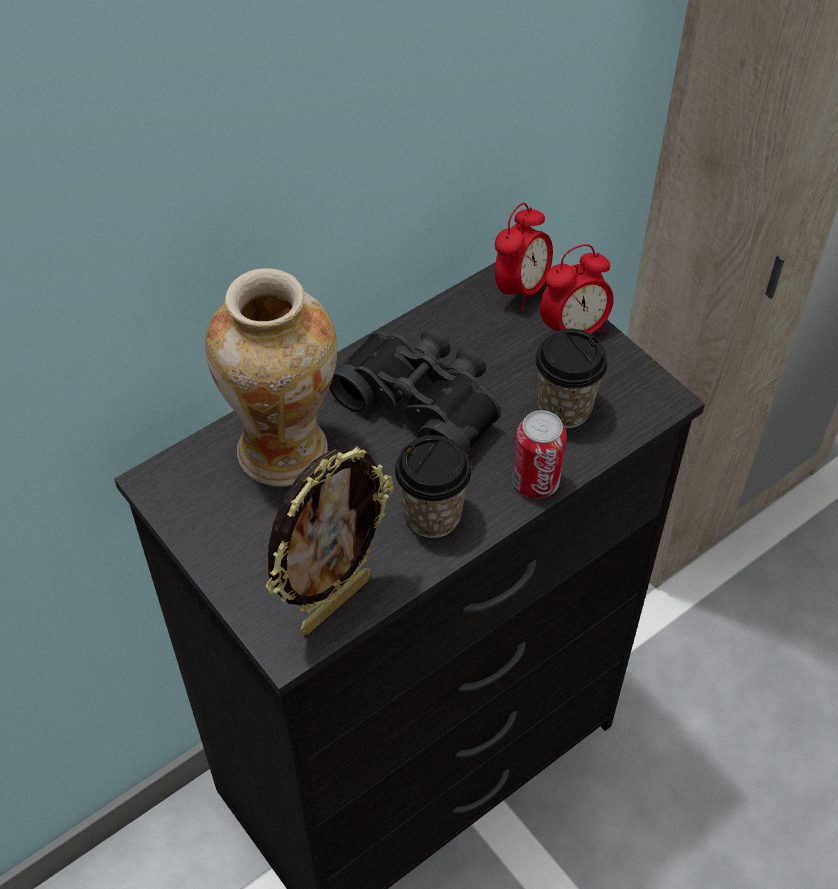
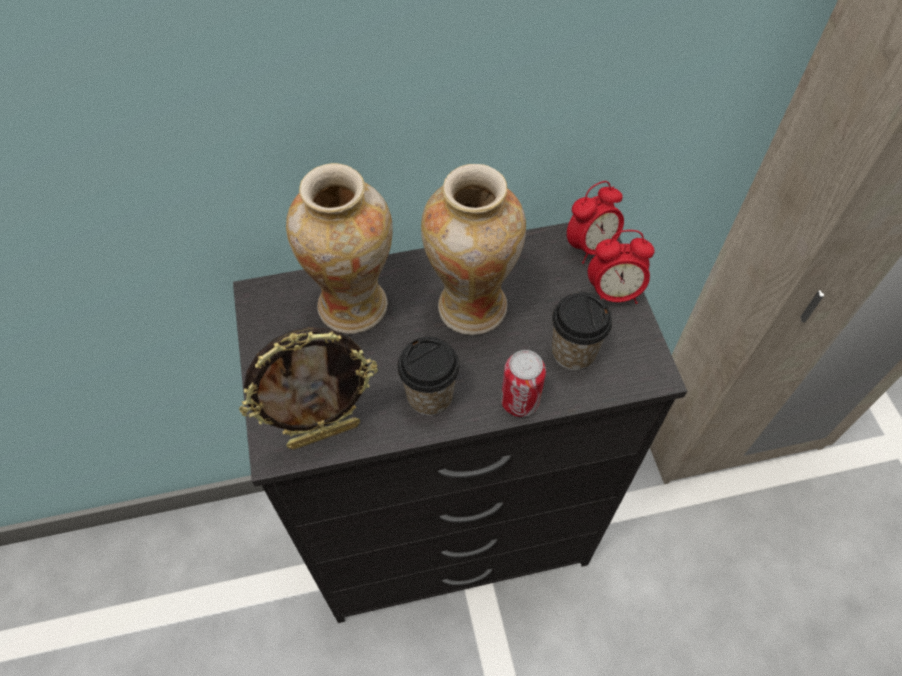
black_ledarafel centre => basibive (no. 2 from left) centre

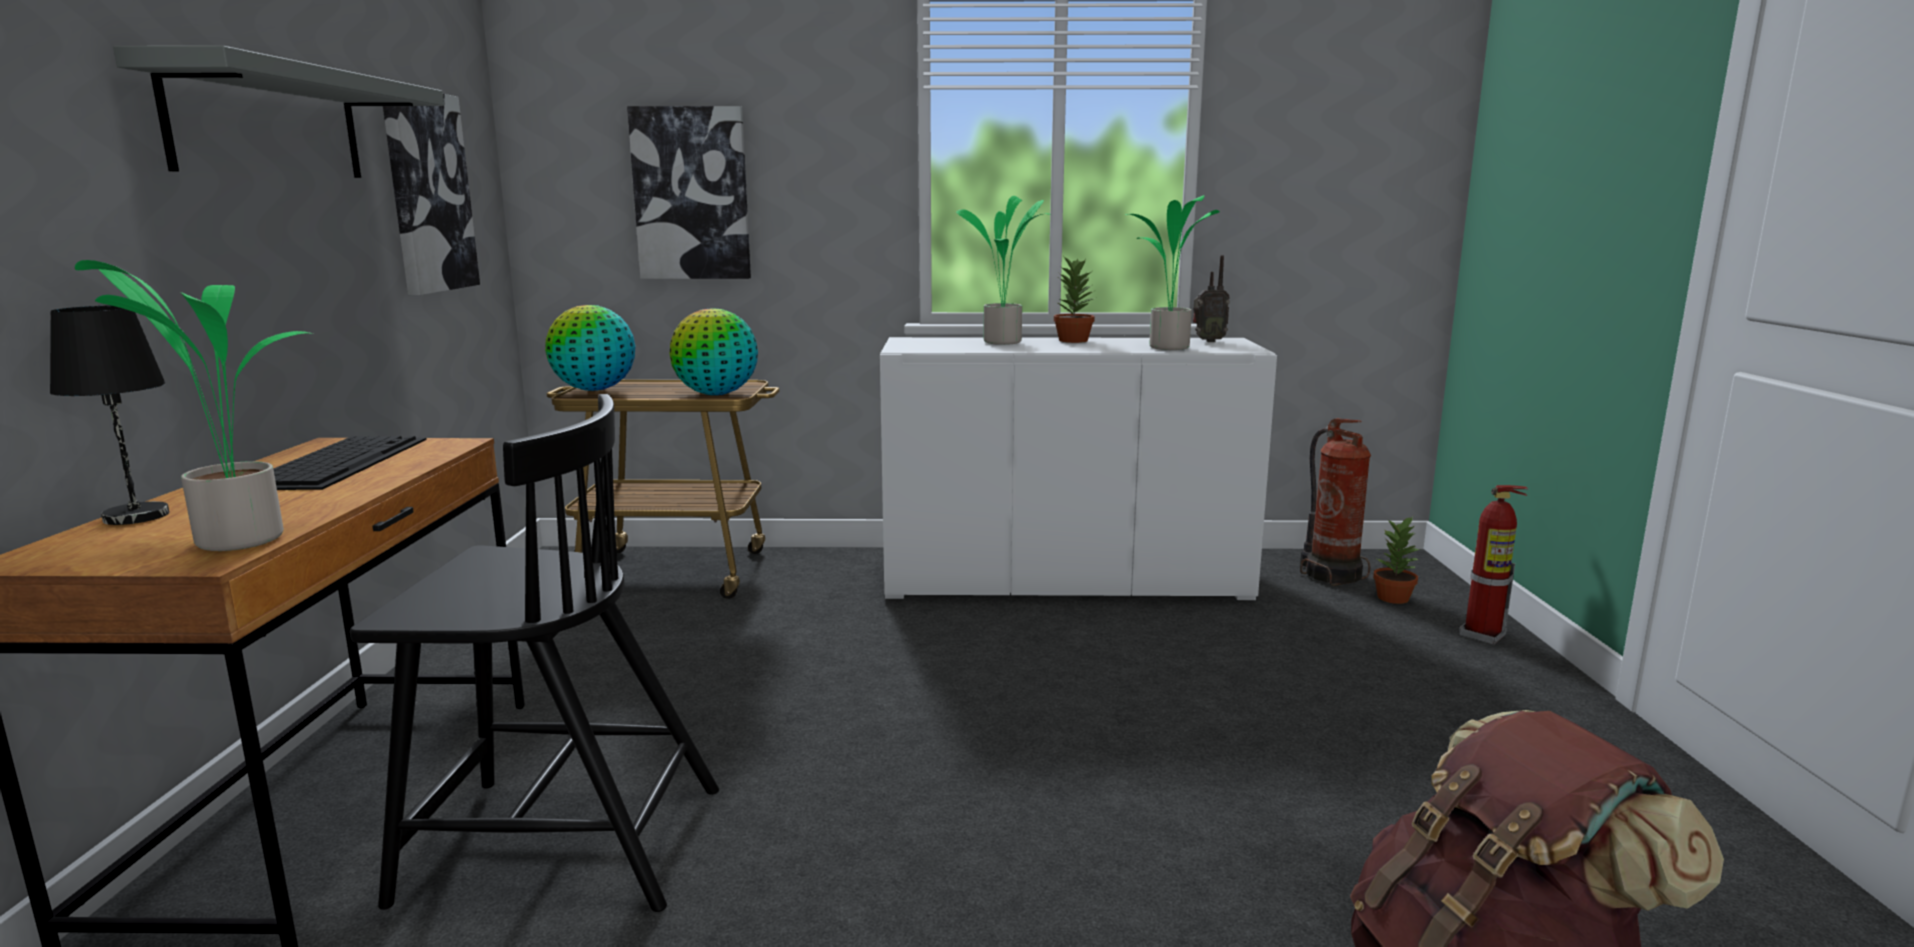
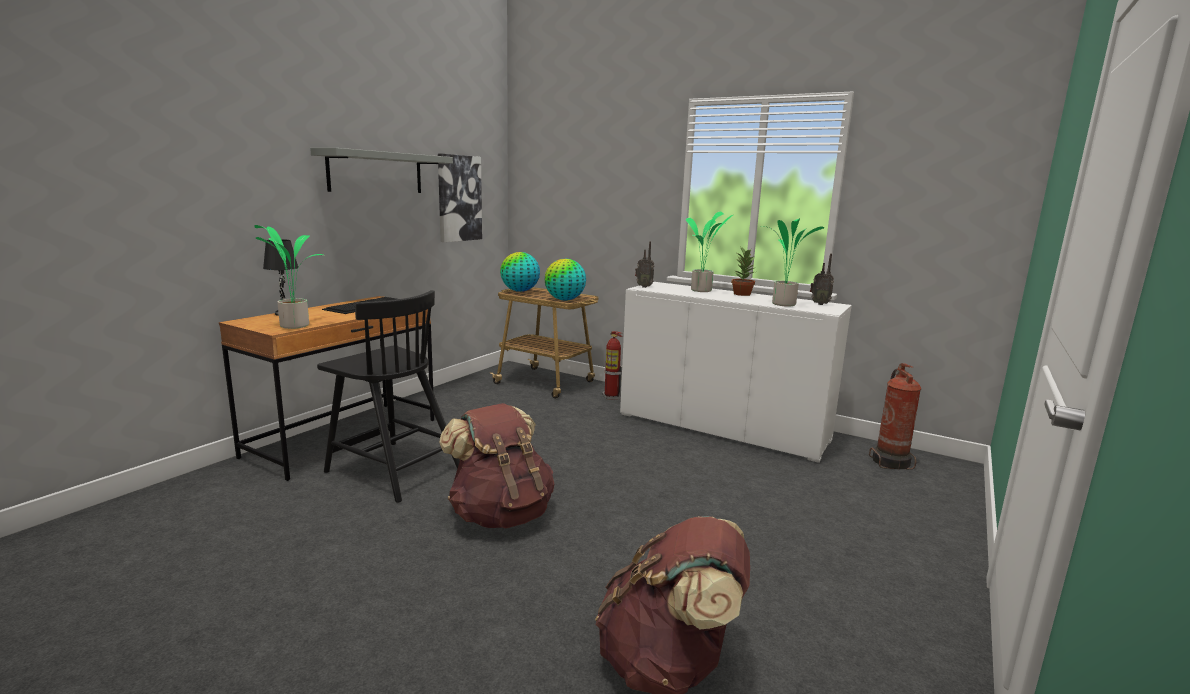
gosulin (no. 2 from left) top centre => nothing
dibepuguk (no. 2 from left in the first image) middle right => dibepuguk (no. 1 from left) centre, relocated
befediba (no. 5 from left) middle right => nothing
nothing => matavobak (no. 1 from left) centre
nothing => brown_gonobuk (no. 1 from left) bottom centre

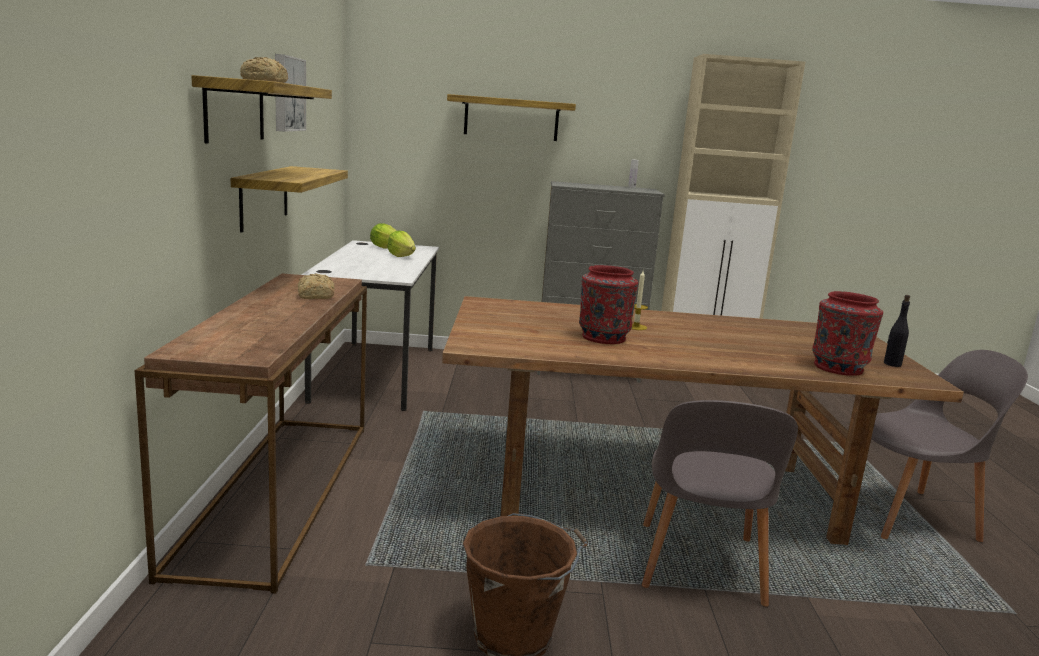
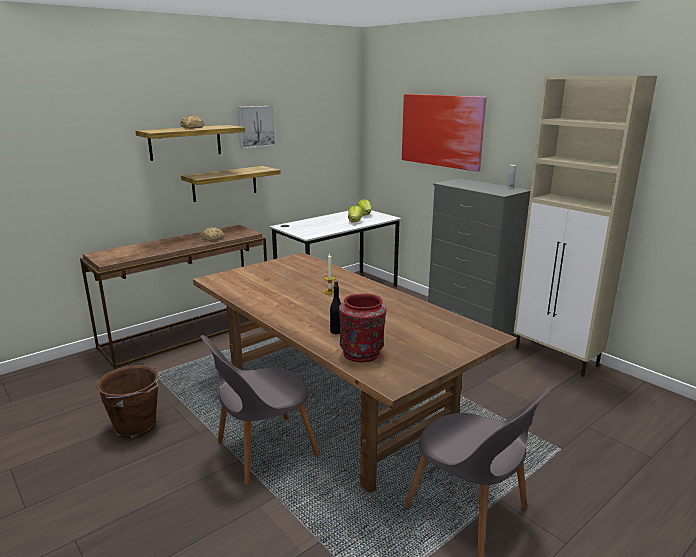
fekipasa (no. 3 from left) top centre => gosulin (no. 2 from left) top centre
red_basibive (no. 1 from left) centre => nothing
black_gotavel middle right => black_gotavel centre, relocated

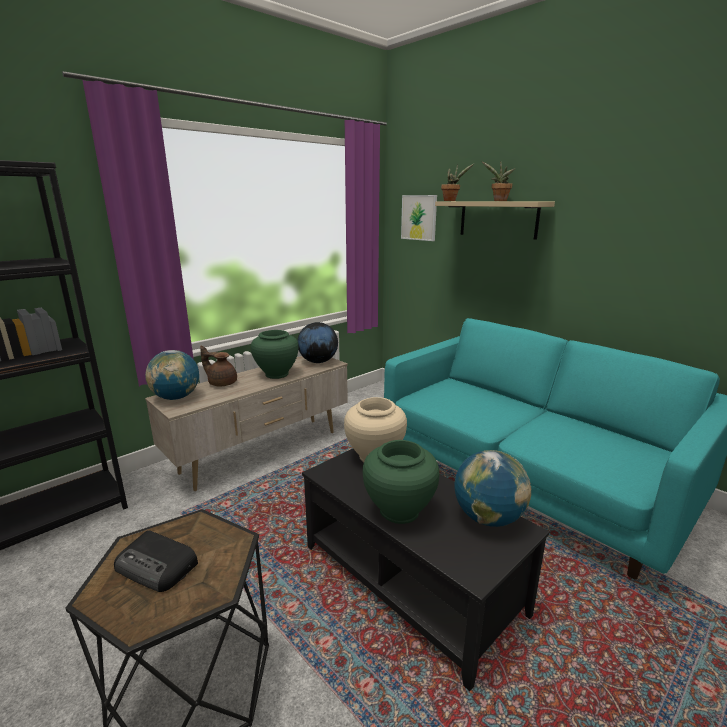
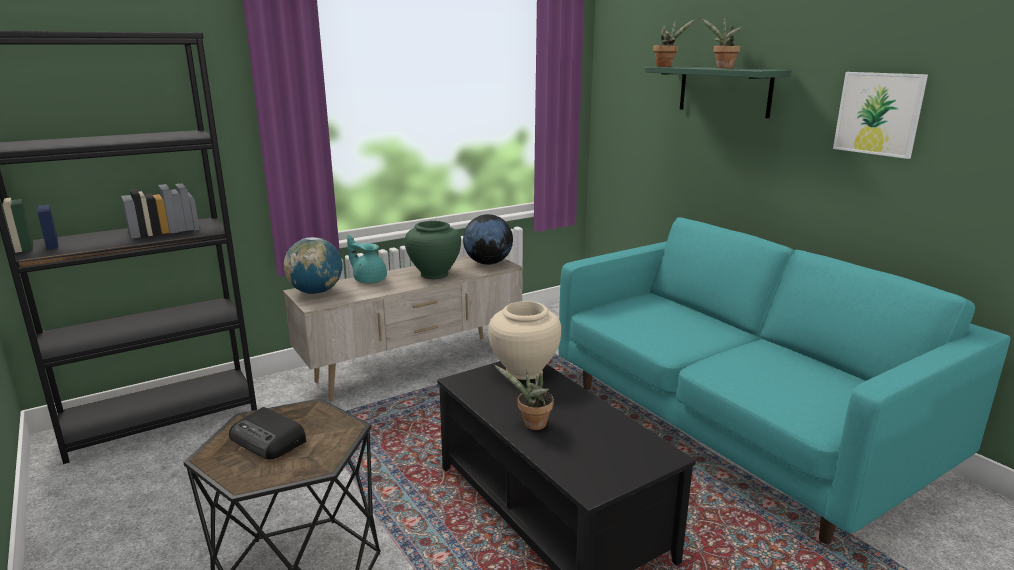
gosulin top centre => gosulin top right, relocated
beige_fekipasa top right => green_fekipasa top right
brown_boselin middle left => turquoise_boselin centre
green_basibive (no. 2 from left) centre => befediba (no. 1 from left) bottom centre
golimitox (no. 3 from left) bottom right => nothing

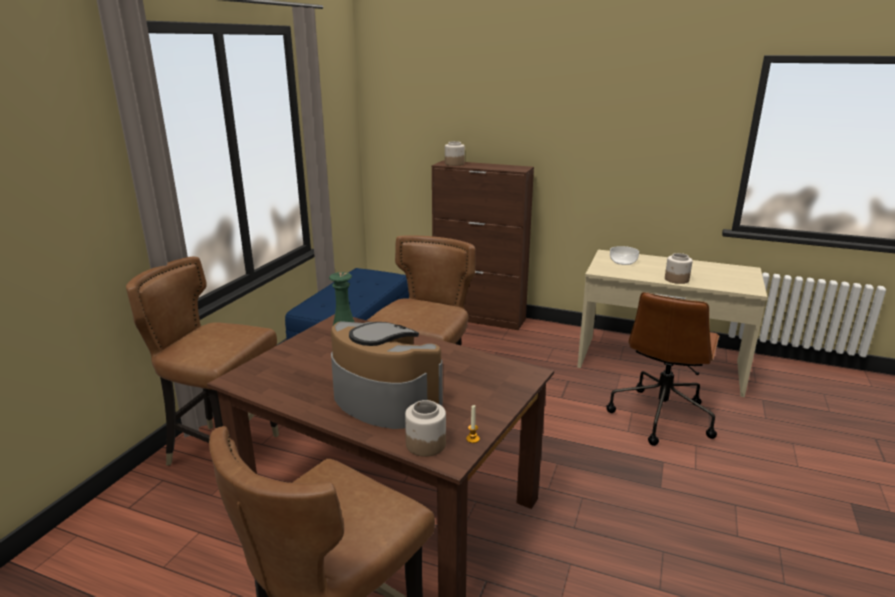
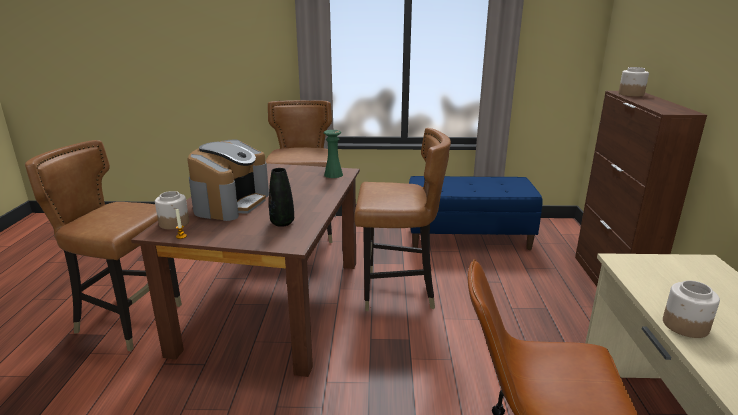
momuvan middle right => nothing
nothing => black_basibive centre

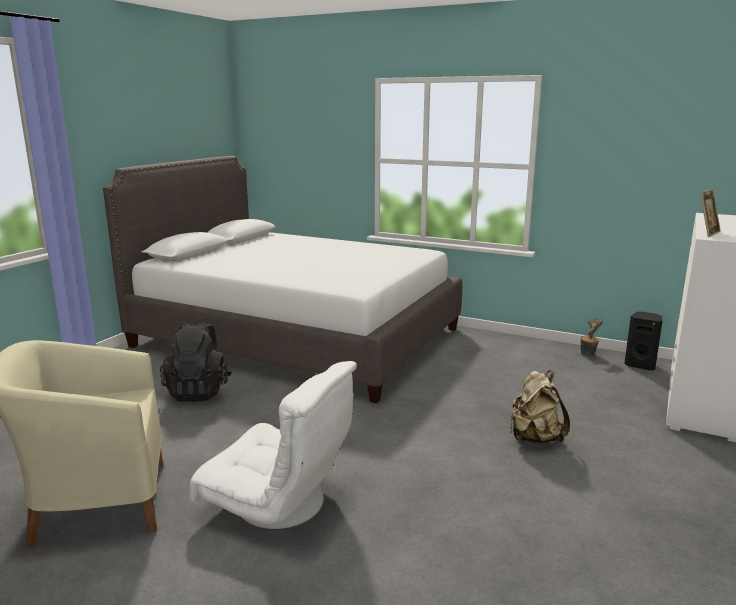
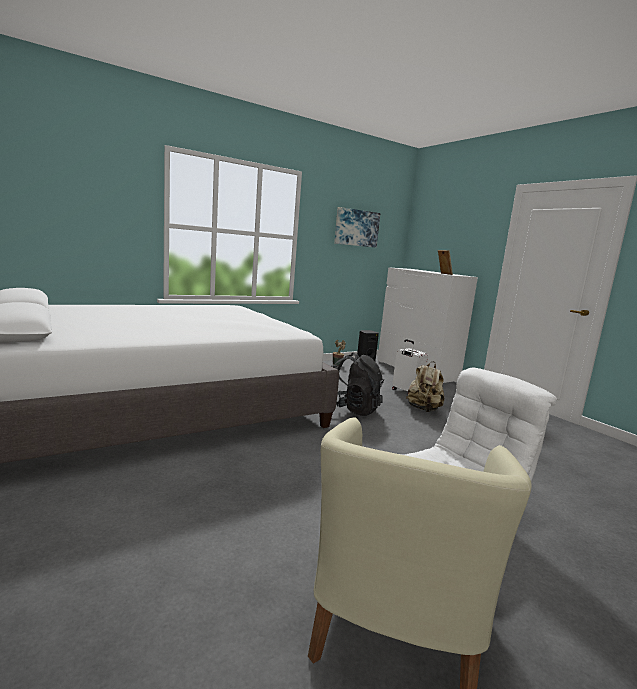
black_gonobuk middle left => black_gonobuk centre, relocated
nothing => gosulin top centre
nothing => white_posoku centre

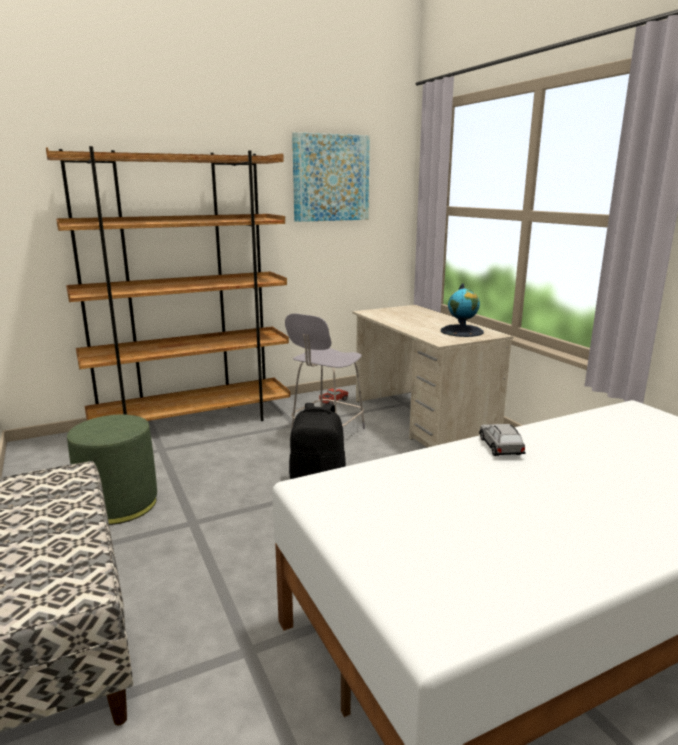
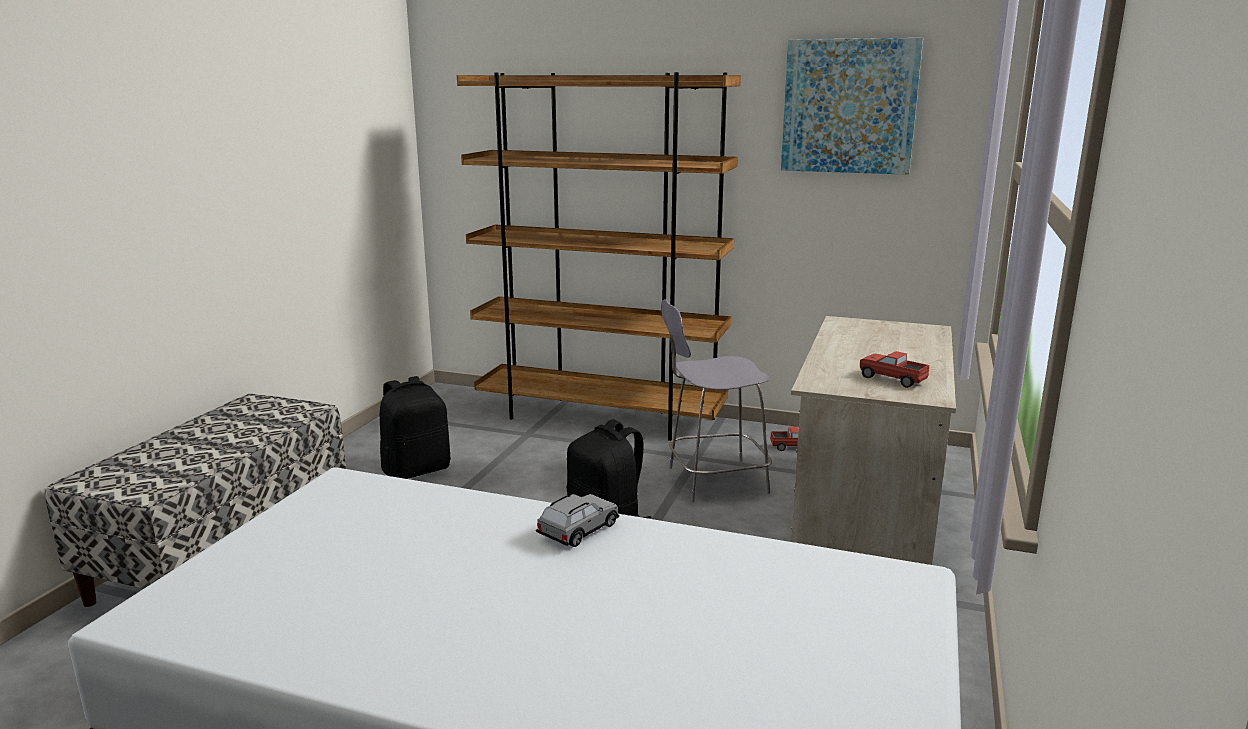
golimitox middle right => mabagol (no. 2 from left) middle right
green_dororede middle left => black_gonobuk (no. 1 from left) middle left

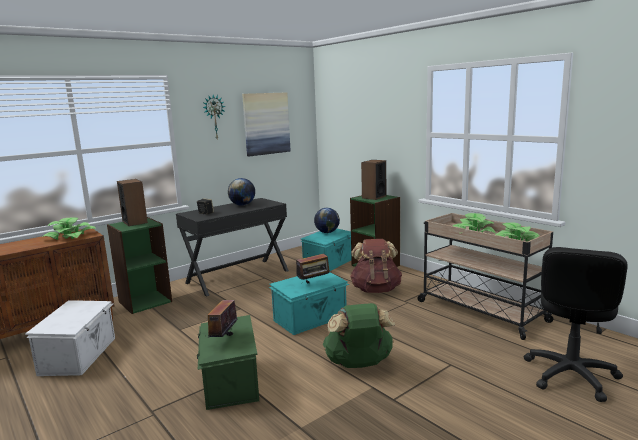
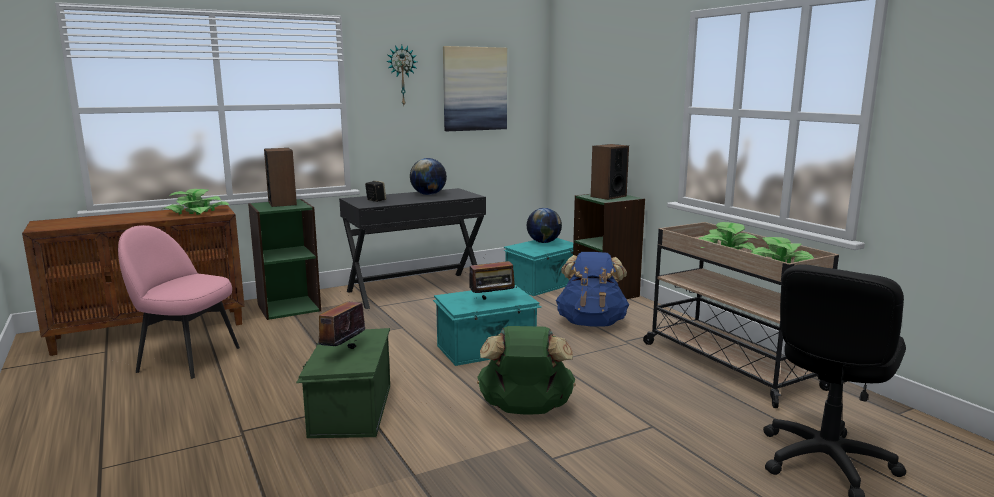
brown_gonobuk centre => blue_gonobuk centre
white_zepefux bottom left => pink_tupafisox middle left

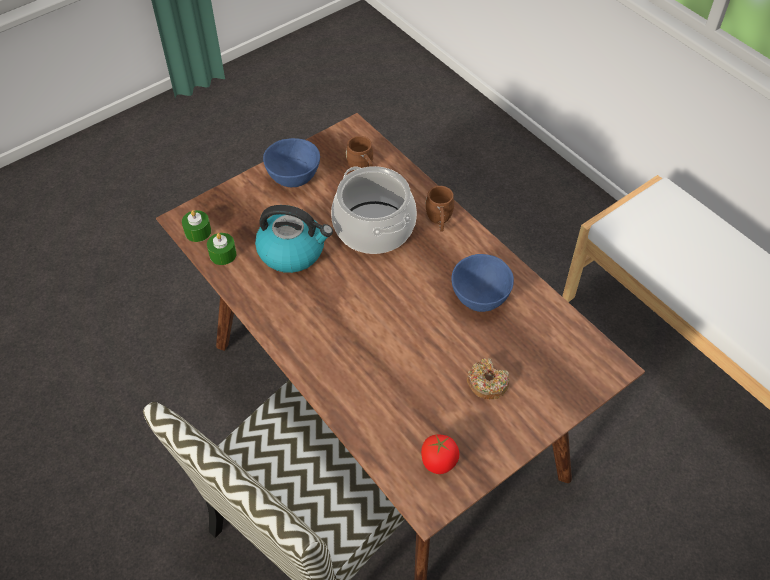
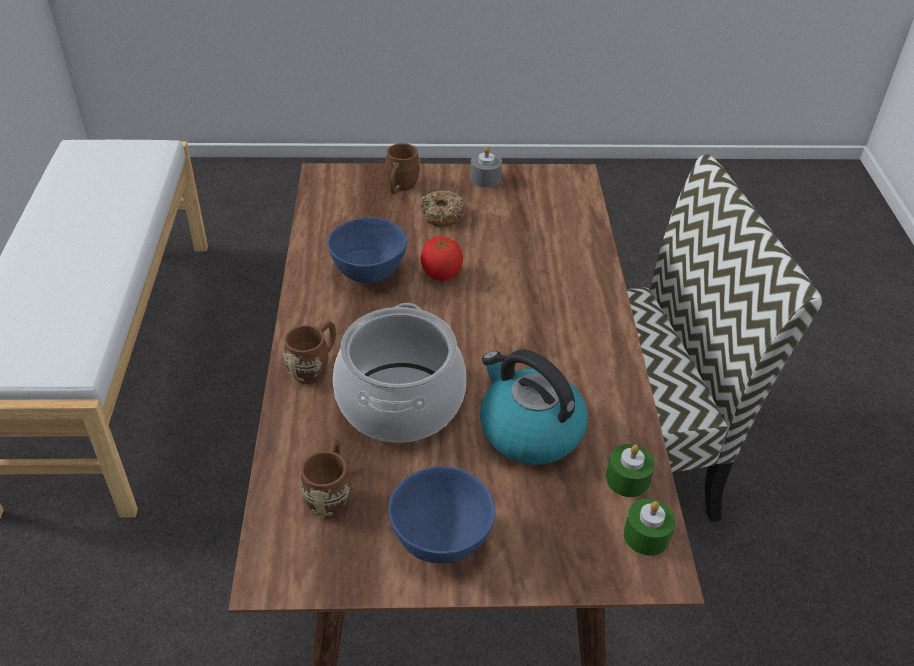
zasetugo bottom centre => zasetugo centre, relocated
nothing => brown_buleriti (no. 3 from left) top centre
nothing => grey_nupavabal top centre

